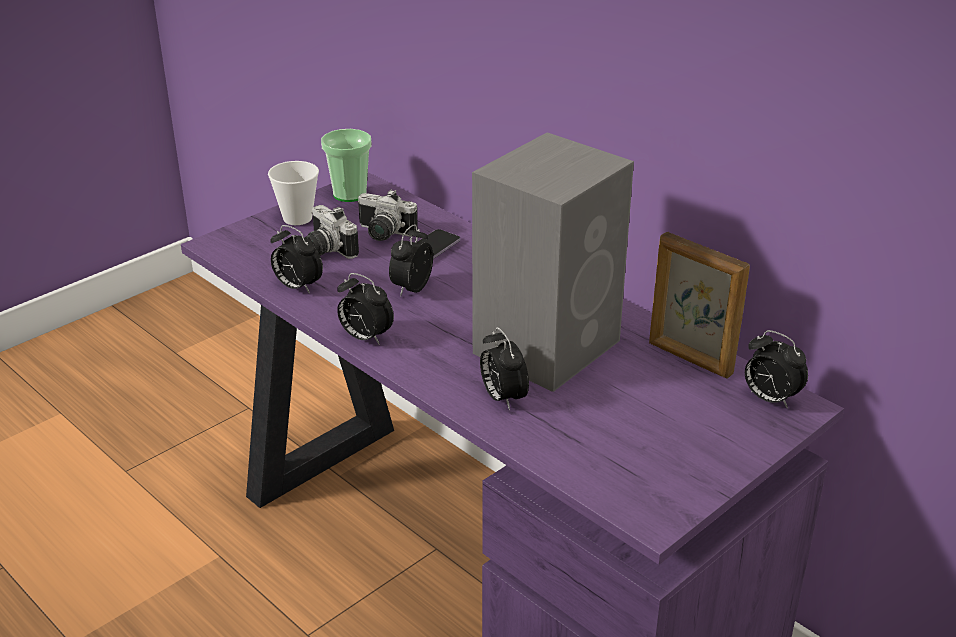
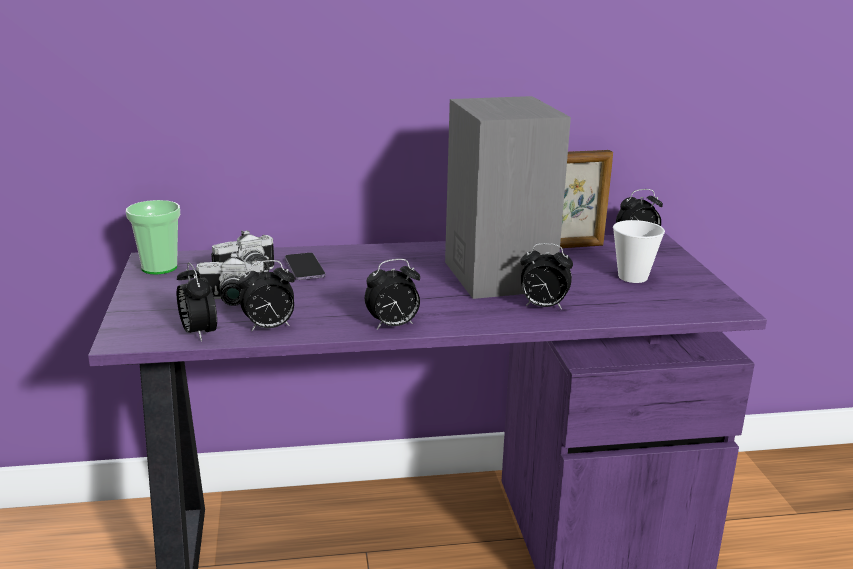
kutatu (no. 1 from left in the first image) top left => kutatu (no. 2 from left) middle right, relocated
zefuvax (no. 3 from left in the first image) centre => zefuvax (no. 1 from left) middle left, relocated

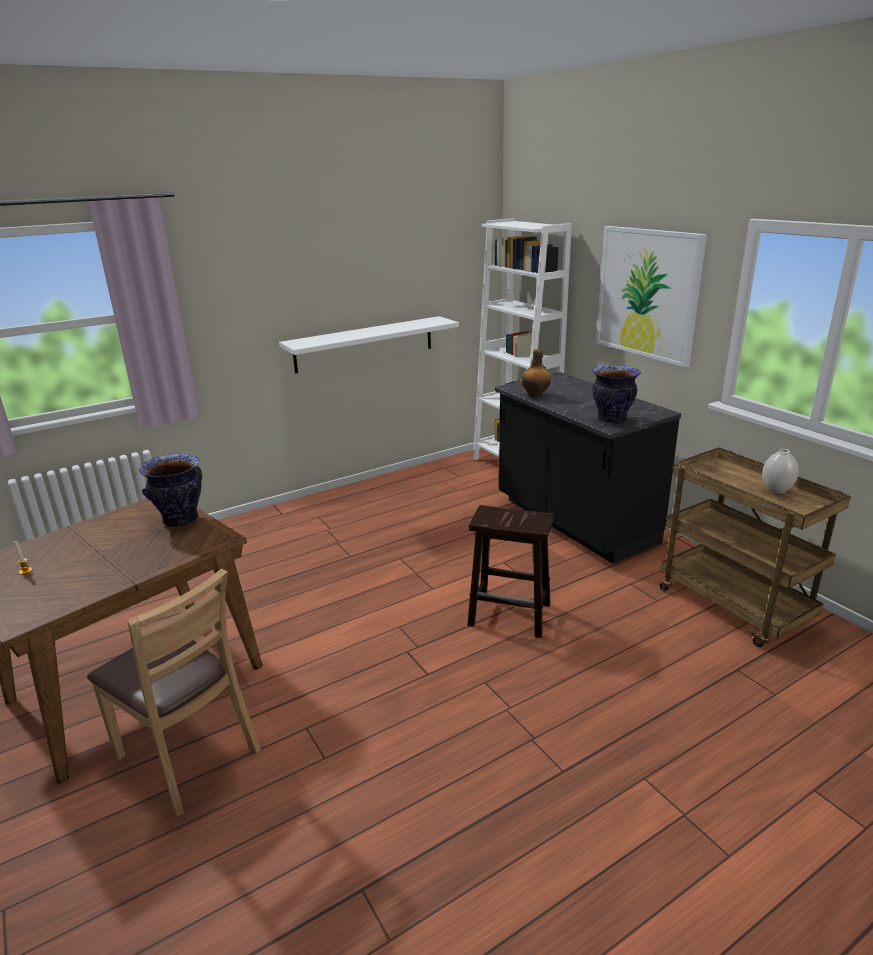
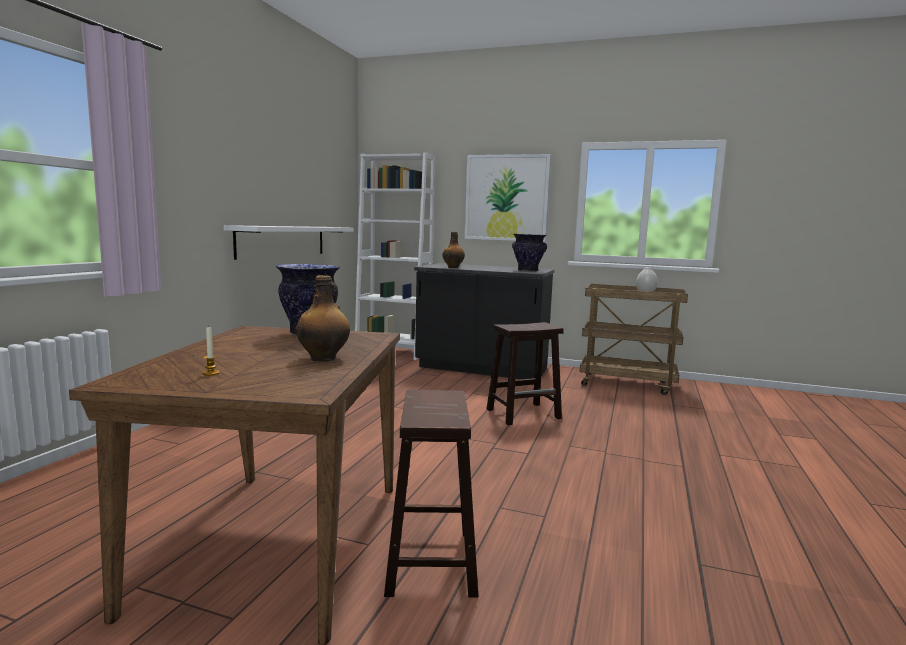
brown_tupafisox bottom left => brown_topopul (no. 1 from left) bottom centre
nothing => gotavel (no. 1 from left) centre

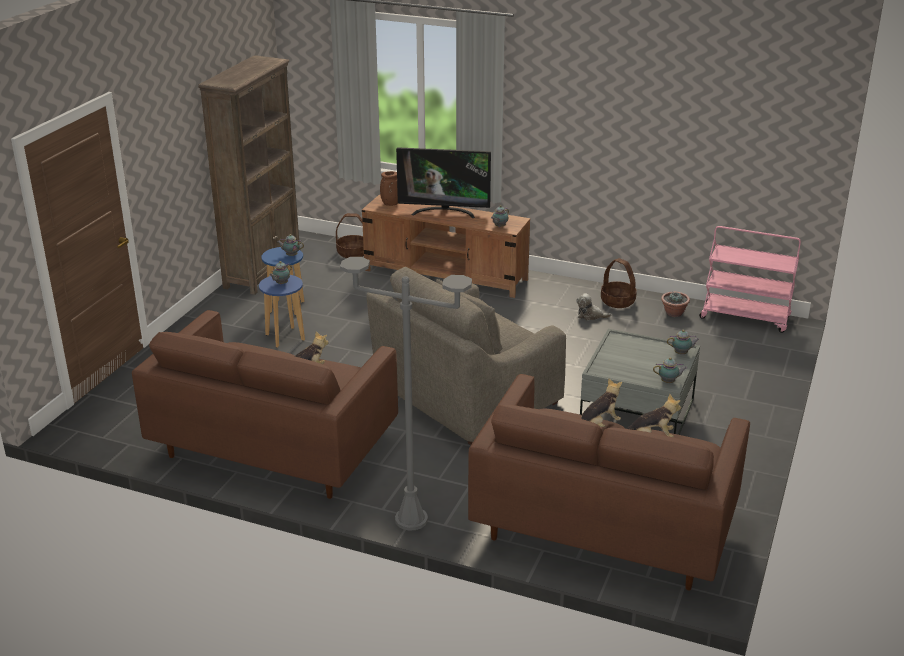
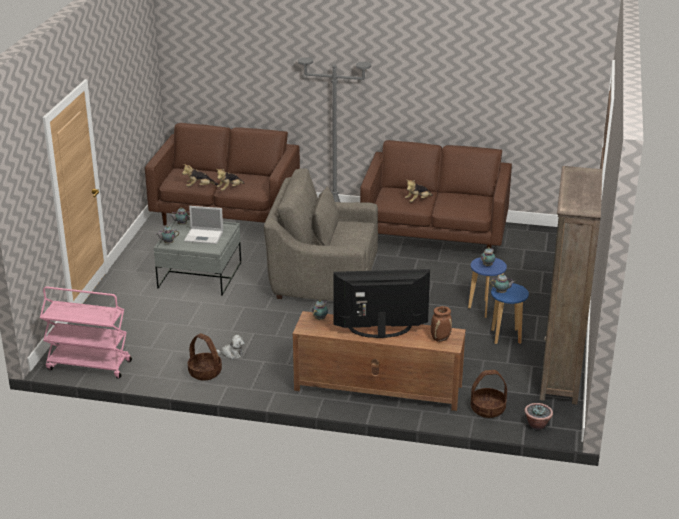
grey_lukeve centre, 120 degrees counterclockwise
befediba middle right => befediba bottom right, relocated
nothing => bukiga middle left

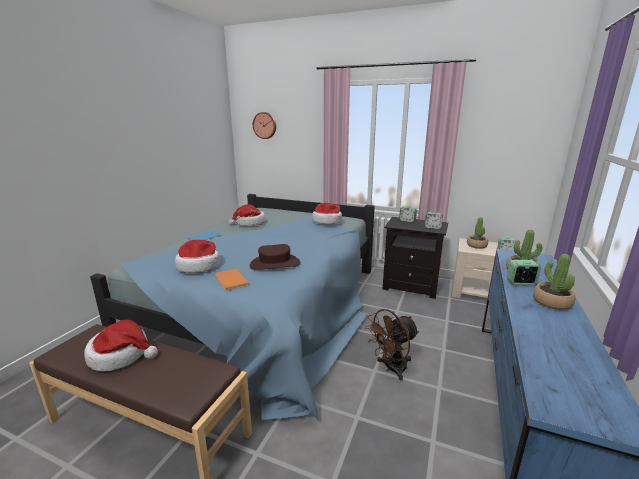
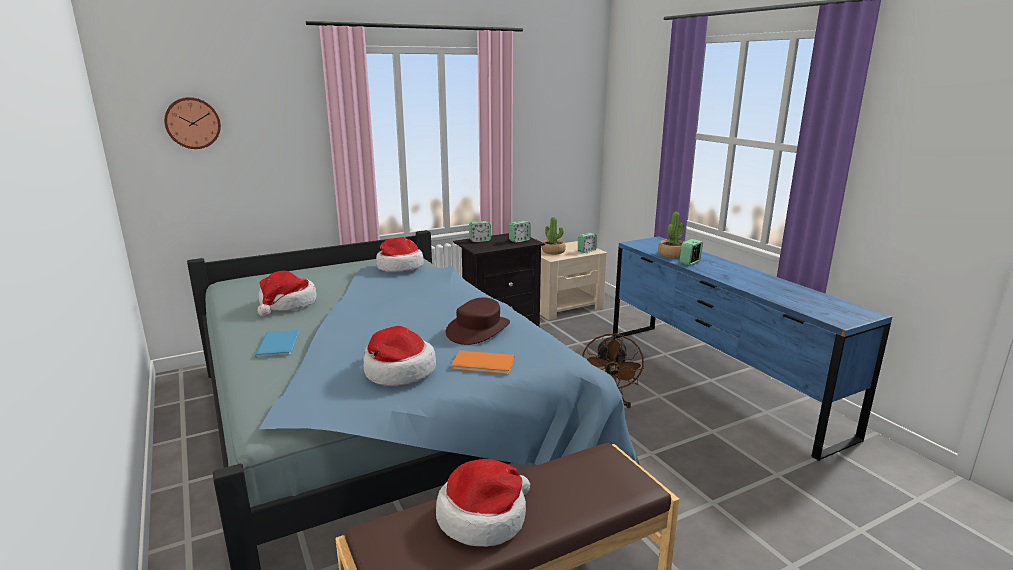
befediba (no. 3 from left) middle right => nothing

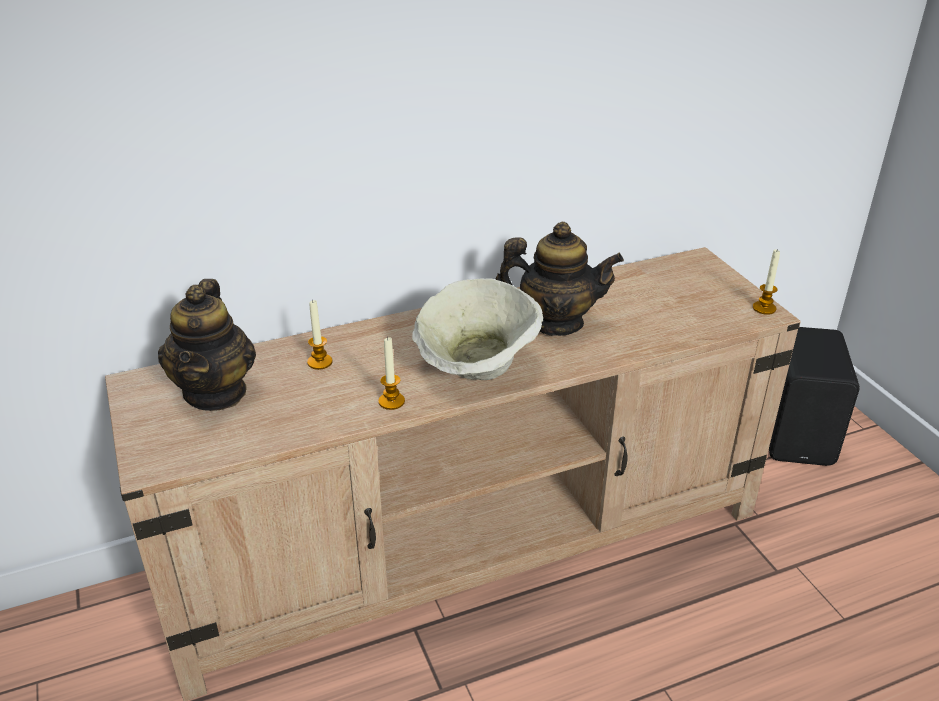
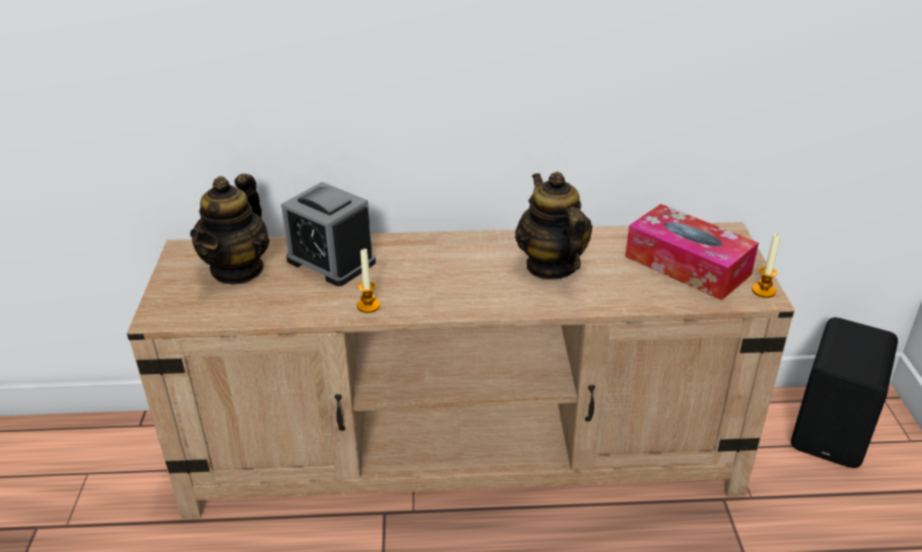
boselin (no. 2 from left) centre, 135 degrees counterclockwise
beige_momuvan centre => nothing
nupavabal (no. 1 from left) centre => zefuvax centre
nothing => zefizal middle right

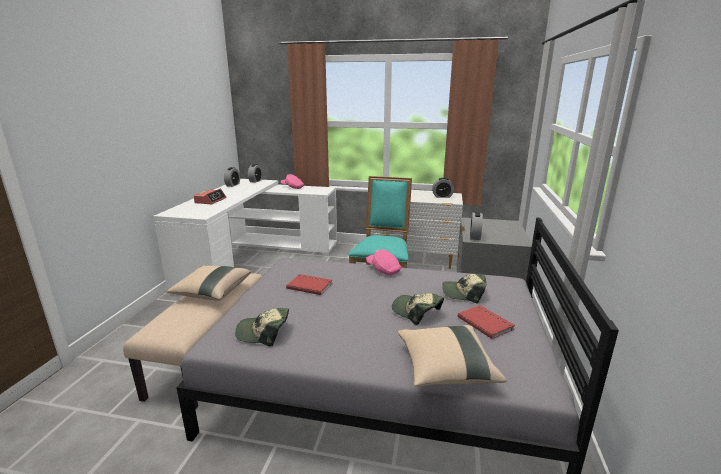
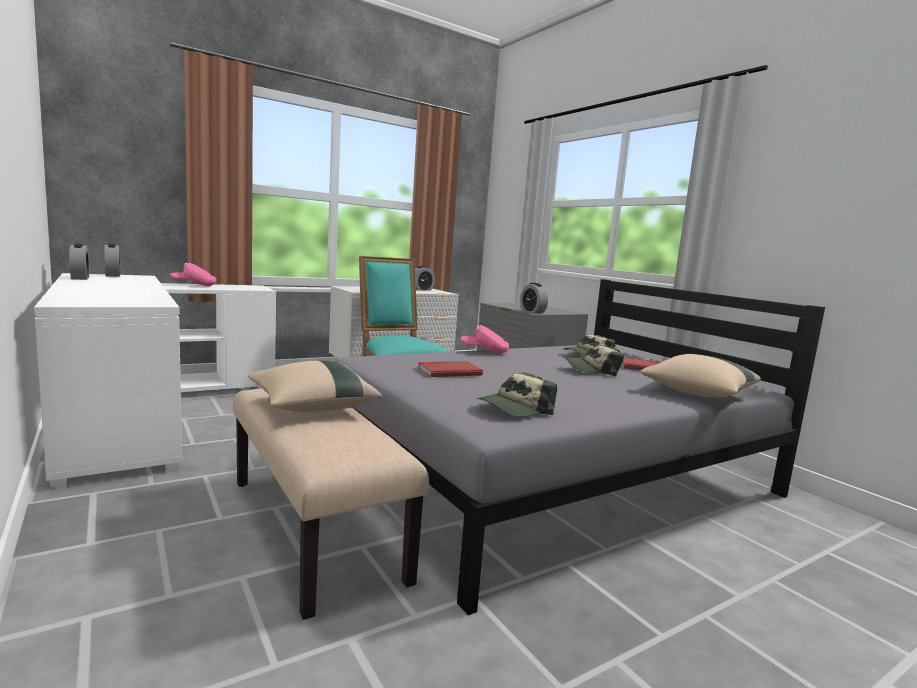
zefuvax (no. 1 from left) middle left => nothing

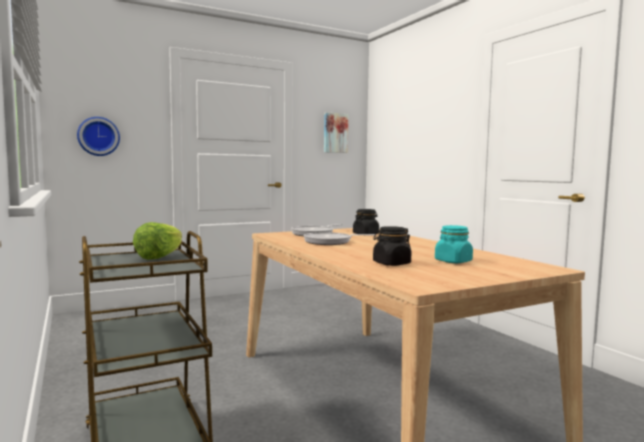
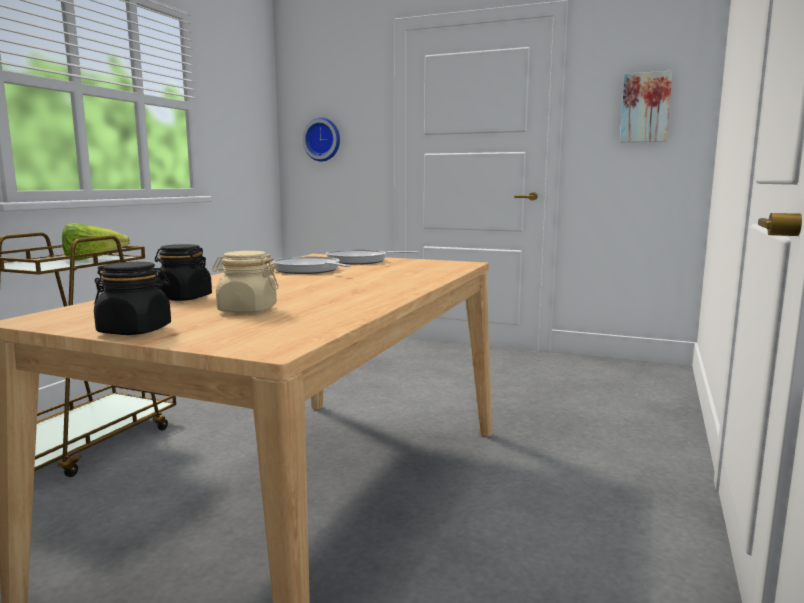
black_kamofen (no. 1 from left) centre => black_kamofen (no. 1 from left) middle left, relocated
turquoise_kamofen middle right => beige_kamofen middle left

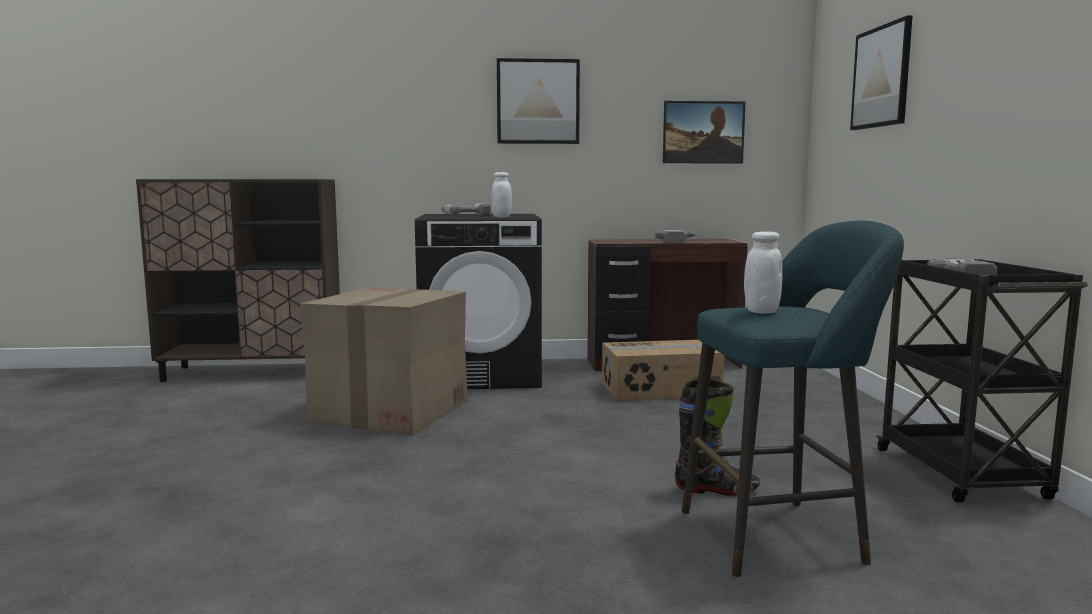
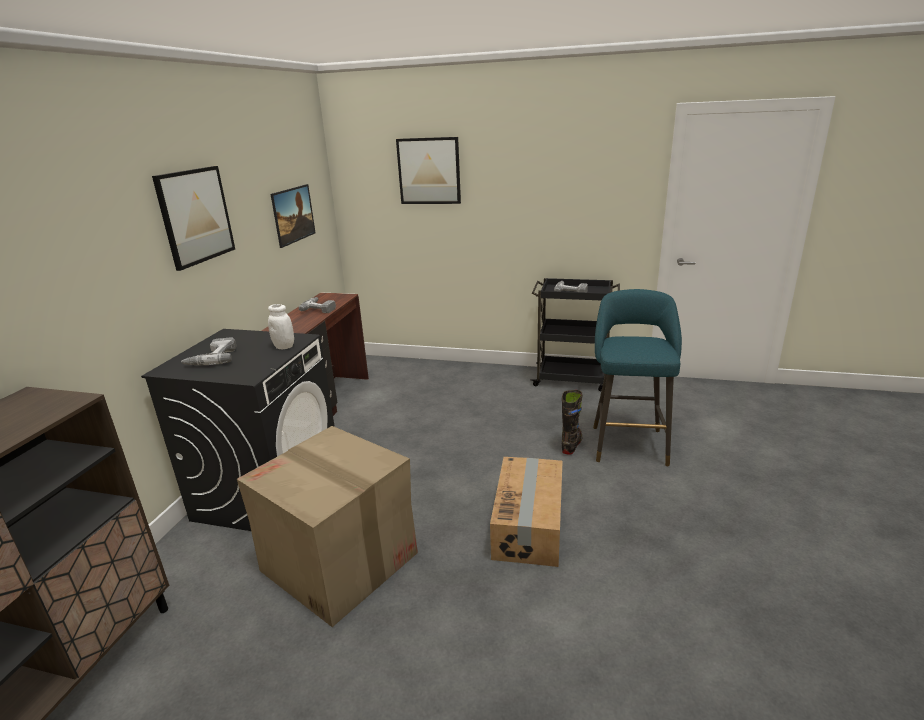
white_kamofen (no. 2 from left) middle right => nothing
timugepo (no. 2 from left) centre => timugepo (no. 2 from left) bottom centre, relocated

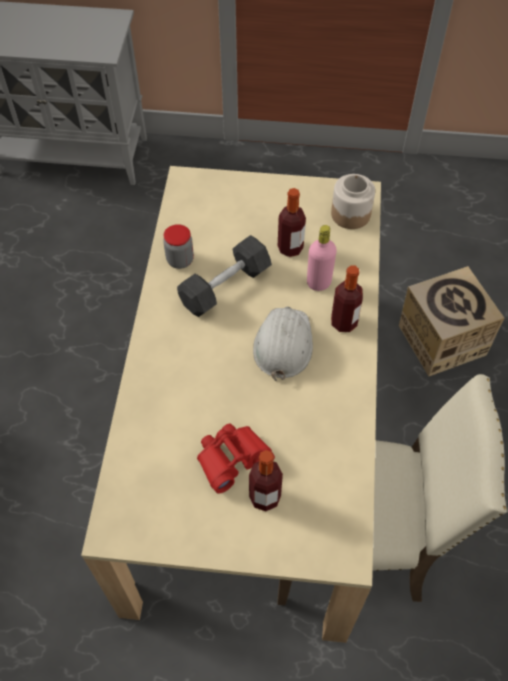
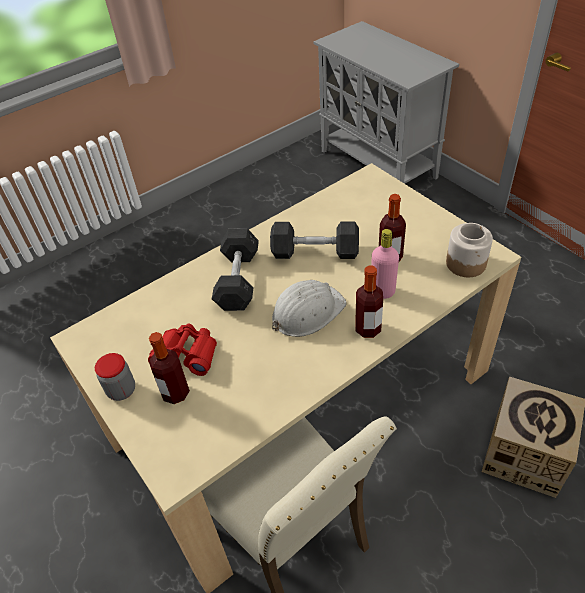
kamofen (no. 1 from left) centre => kamofen (no. 1 from left) middle left, relocated
nothing => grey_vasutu (no. 1 from left) centre

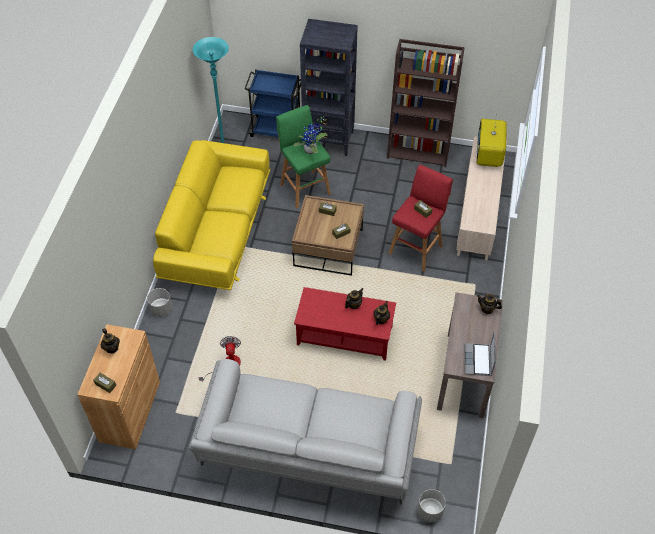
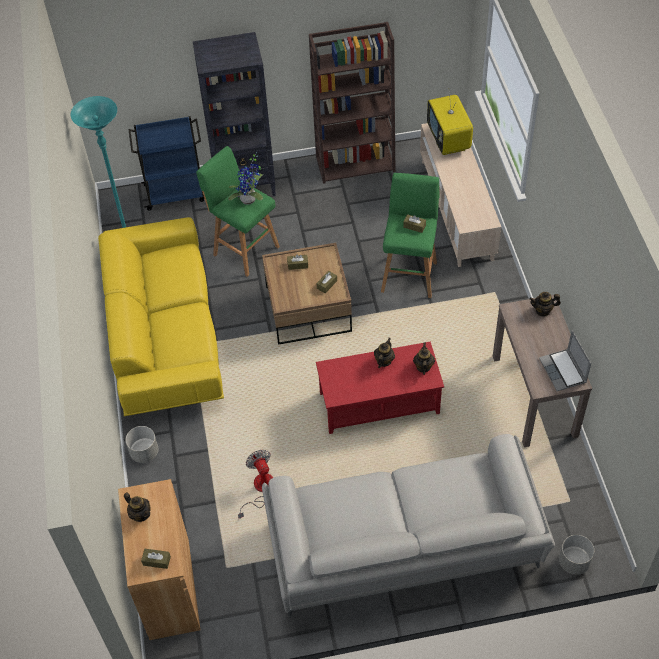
red_topopul centre => green_topopul (no. 2 from left) centre

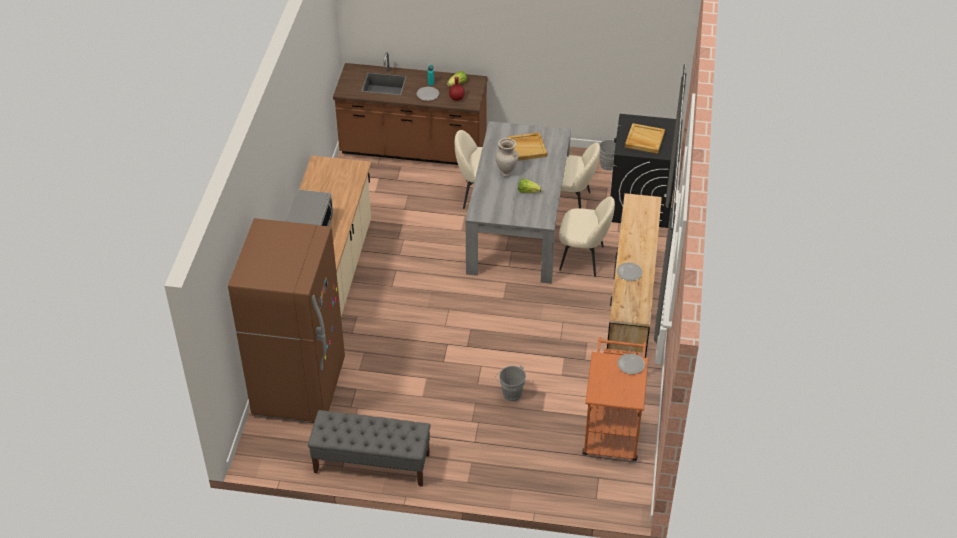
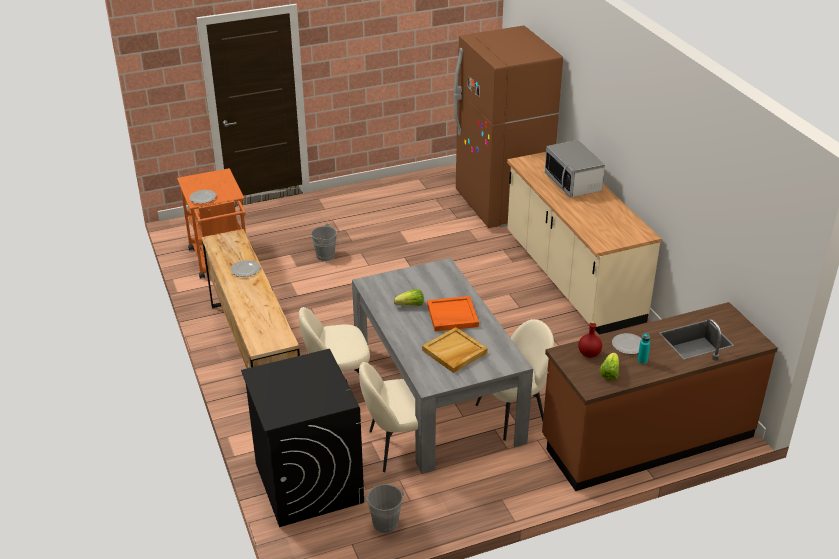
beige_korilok (no. 2 from left) top right => nothing
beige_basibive top centre => orange_korilok centre
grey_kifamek bottom centre => nothing

